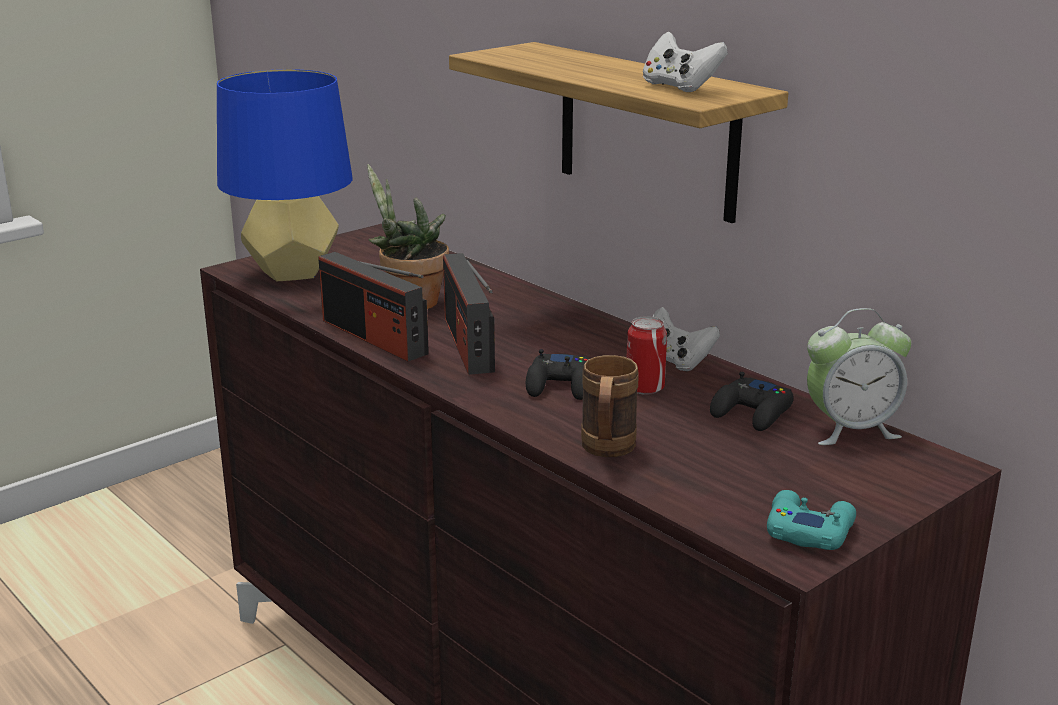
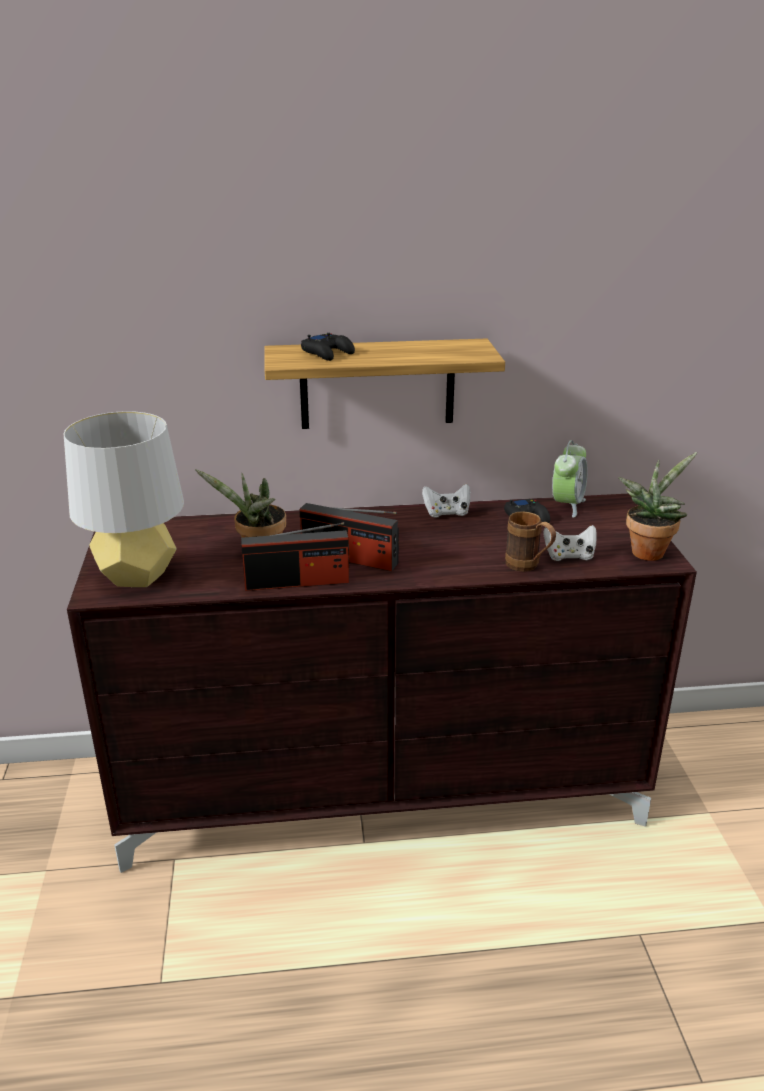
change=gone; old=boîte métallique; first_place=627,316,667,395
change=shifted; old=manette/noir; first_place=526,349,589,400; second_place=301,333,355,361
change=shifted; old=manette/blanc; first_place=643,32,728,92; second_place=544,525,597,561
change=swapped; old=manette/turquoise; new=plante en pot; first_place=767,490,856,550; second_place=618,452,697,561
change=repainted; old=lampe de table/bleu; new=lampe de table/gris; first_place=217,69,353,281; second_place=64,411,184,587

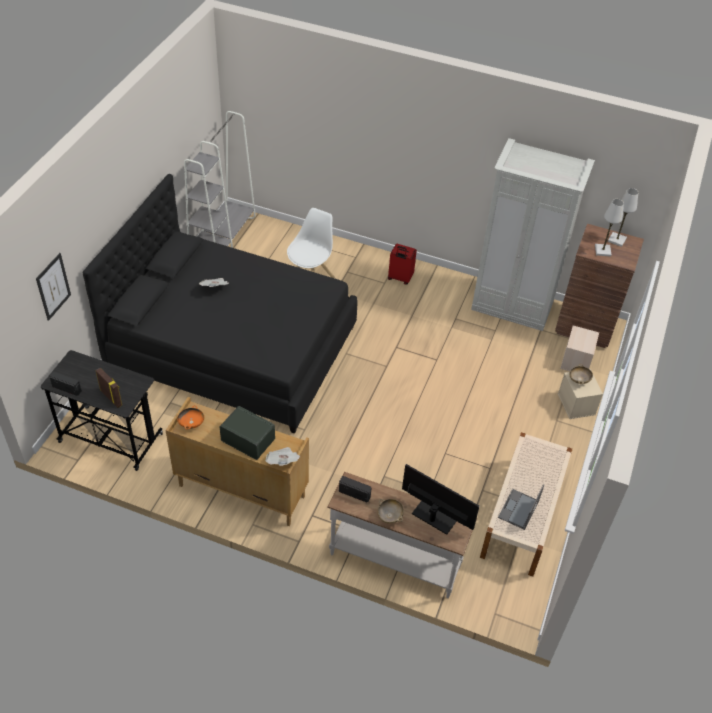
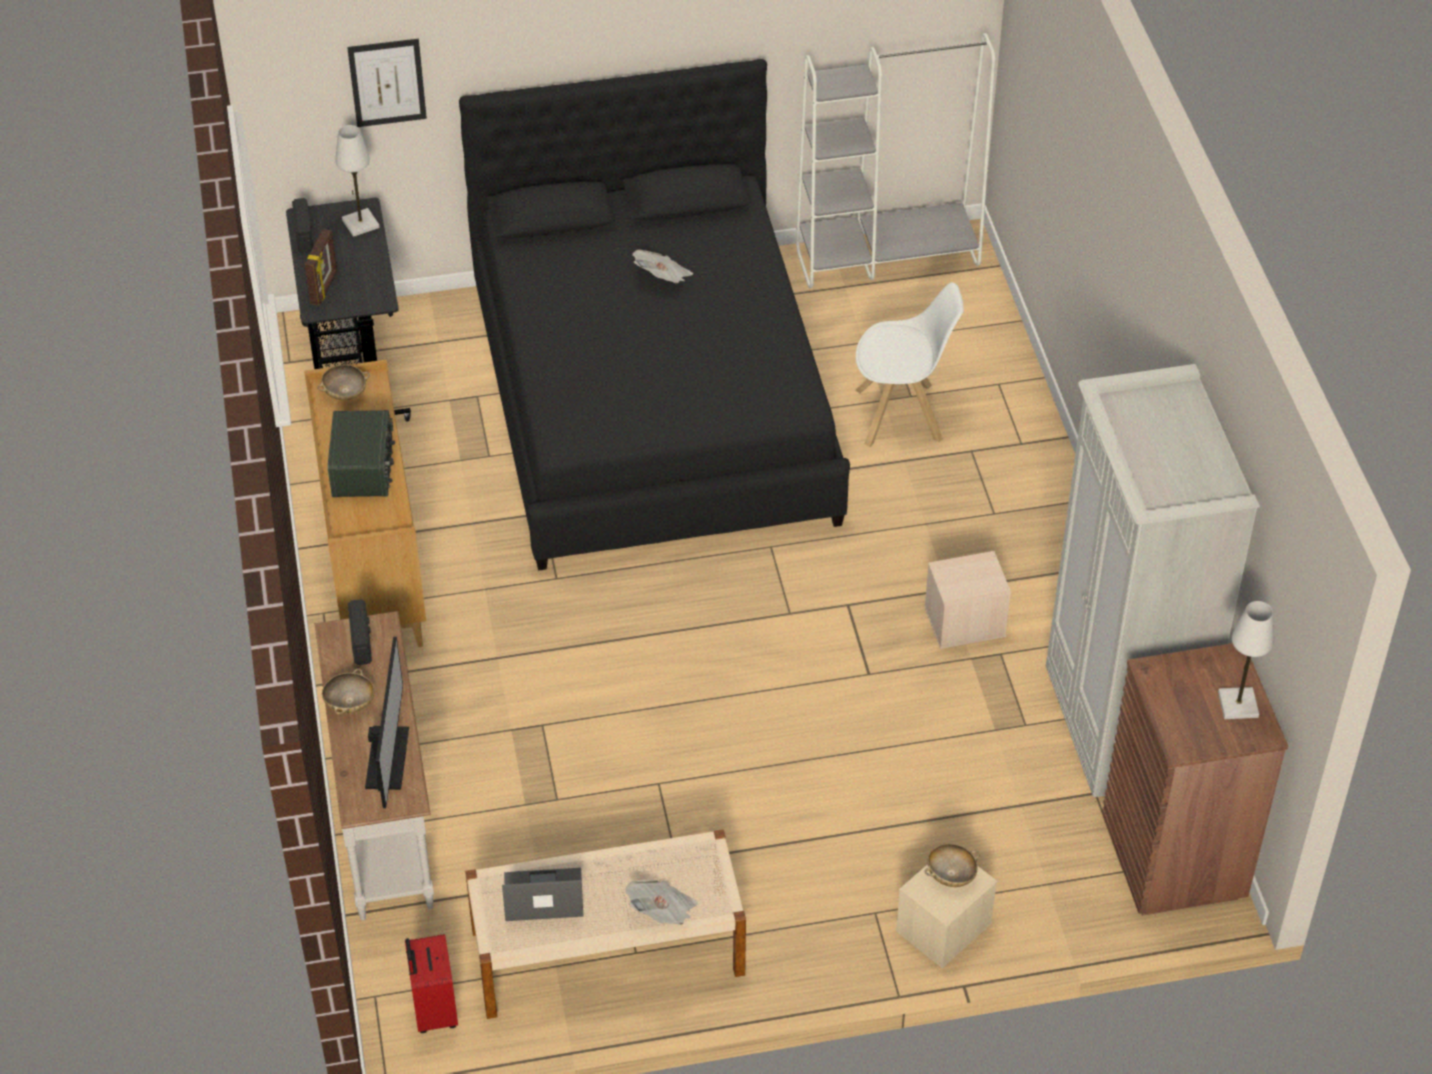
change=shifted; old=journal; first_place=265,447,300,466; second_place=625,880,698,925
change=shifted; old=valise/rouge; first_place=388,244,417,285; second_place=405,934,458,1033
change=shifted; old=boîte de rangement/beige; first_place=560,326,599,371; second_place=924,551,1011,649
change=shifted; old=lampe de table/blanc; first_place=595,199,624,257; second_place=336,125,380,237
change=repainted; old=bol/orange; new=bol/beige; first_place=177,405,204,429; second_place=317,365,370,401

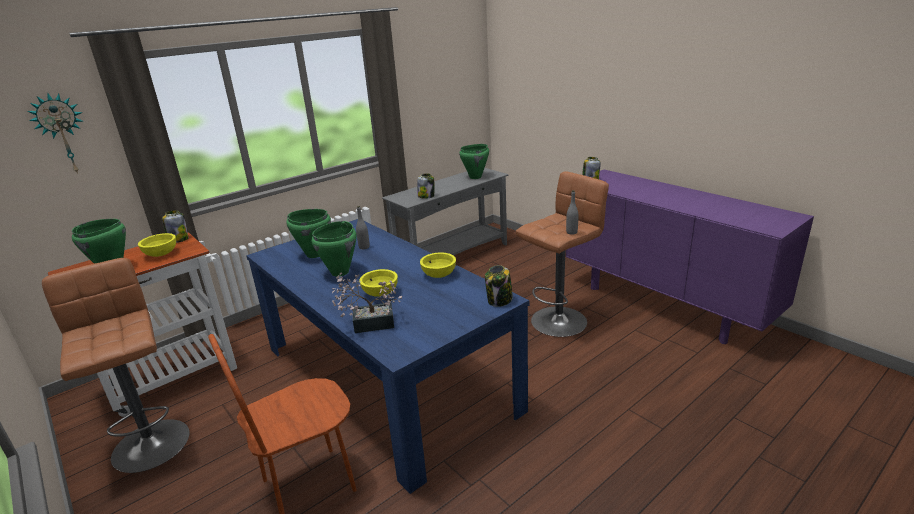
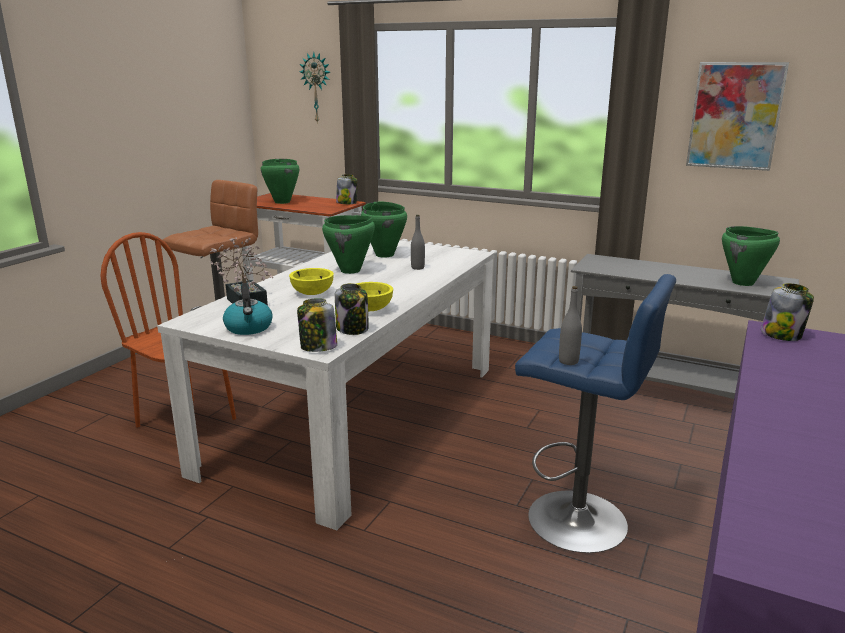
change=gone; old=bol/jaune; first_place=138,233,176,257
change=new; new=bouilloire; second_place=223,283,273,335
change=new; new=tableau; second_place=686,62,789,171
change=shifted; old=bocal; first_place=417,173,434,199; second_place=335,283,369,335
change=repainted; old=table à manger/bleu; new=table à manger/blanc; first_place=246,219,529,494; second_place=157,240,495,530
change=repainted; old=tabouret/marron; new=tabouret/bleu; first_place=516,171,609,337; second_place=515,274,676,553

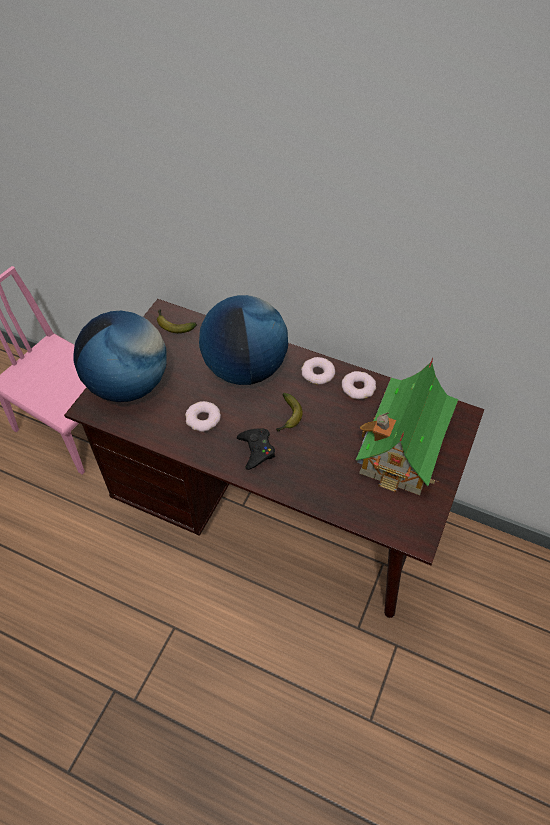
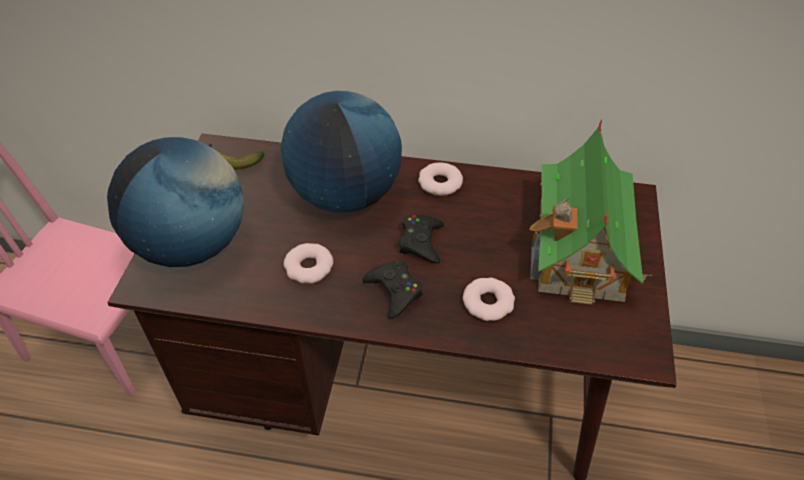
change=shifted; old=beignet; first_place=342,371,376,399; second_place=463,278,515,321
change=swapped; old=banane; new=manette/noir; first_place=276,393,303,432; second_place=399,215,444,264

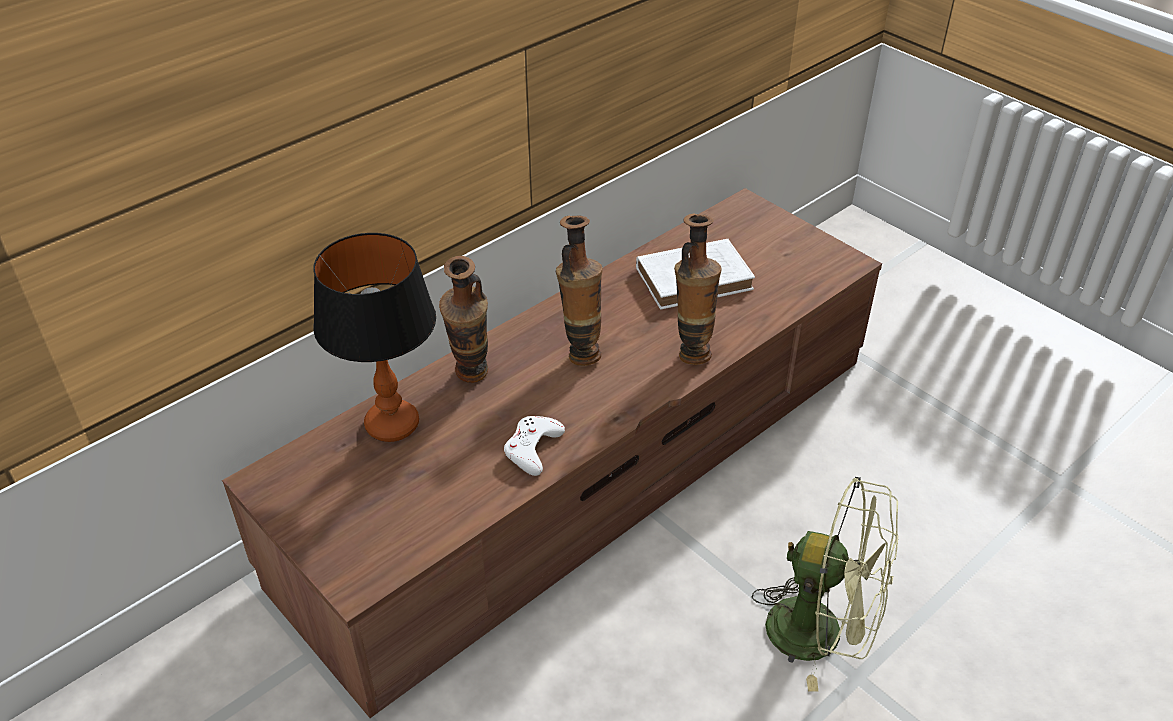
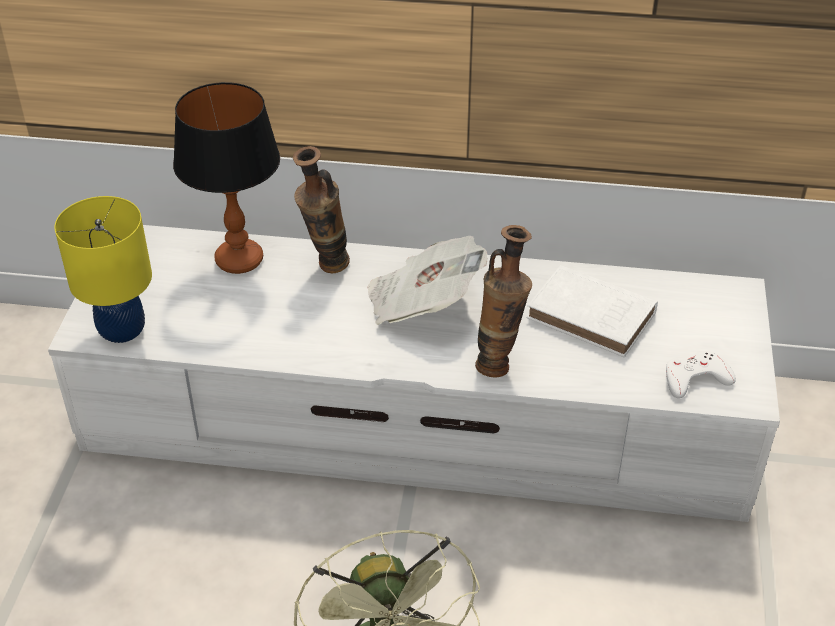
change=new; new=lampe de table/jaune; second_place=54,196,152,343
change=shifted; old=manette/blanc; first_place=504,416,565,476; second_place=666,351,736,398
change=swapped; old=vase; new=journal; first_place=556,216,603,366; second_place=367,236,488,325
change=repainted; old=meuble télé/marron; new=meuble télé/blanc; first_place=222,188,882,718; second_place=48,225,780,522

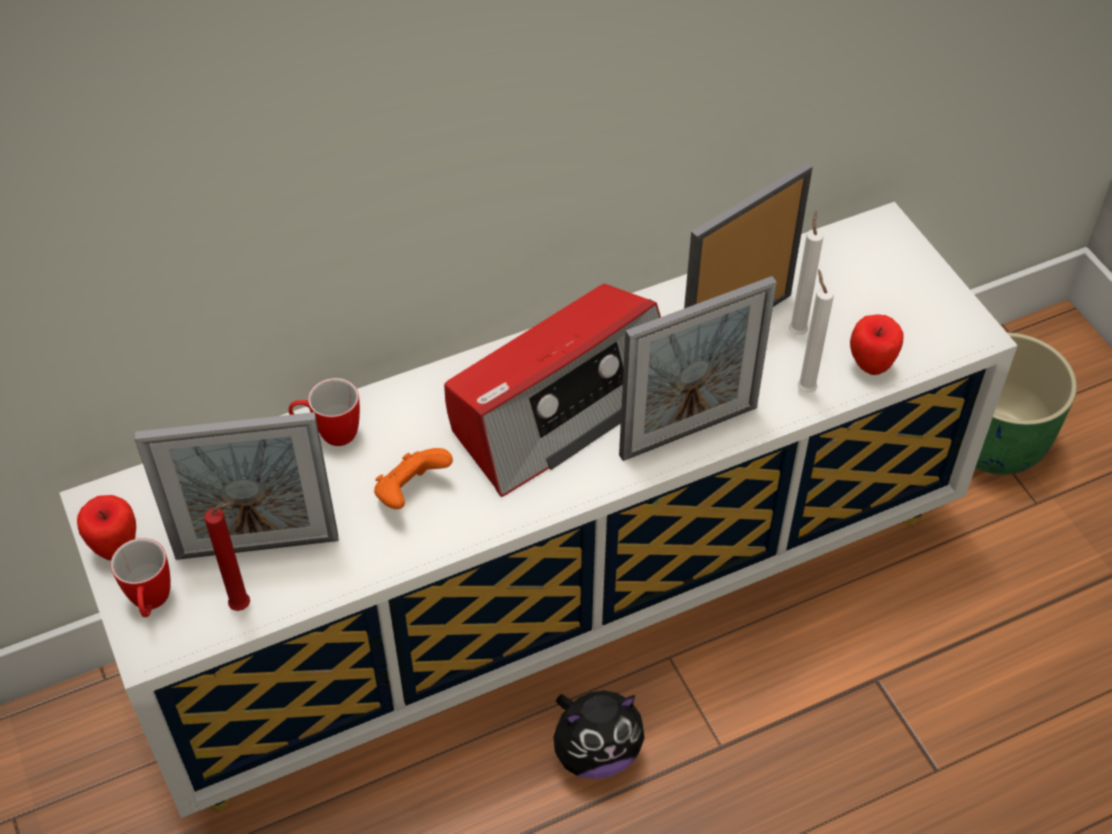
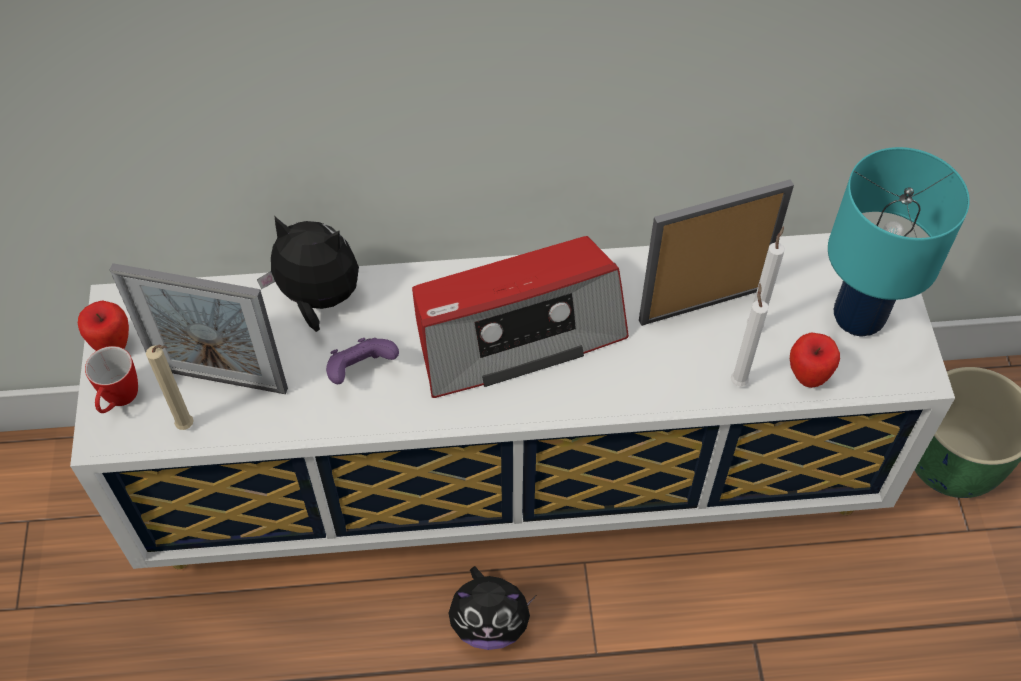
change=gone; old=cadre photo; first_place=619,276,777,461
change=new; new=lampe de table/turquoise; second_place=828,147,970,336
change=swapped; old=mug; new=peluche; first_place=289,378,360,446; second_place=257,216,359,332
change=repainted; old=bougie/rouge; new=bougie/beige; first_place=204,502,250,611; second_place=146,345,194,430
change=repainted; old=manette/orange; new=manette/violet; first_place=374,448,453,509; second_place=326,338,399,384

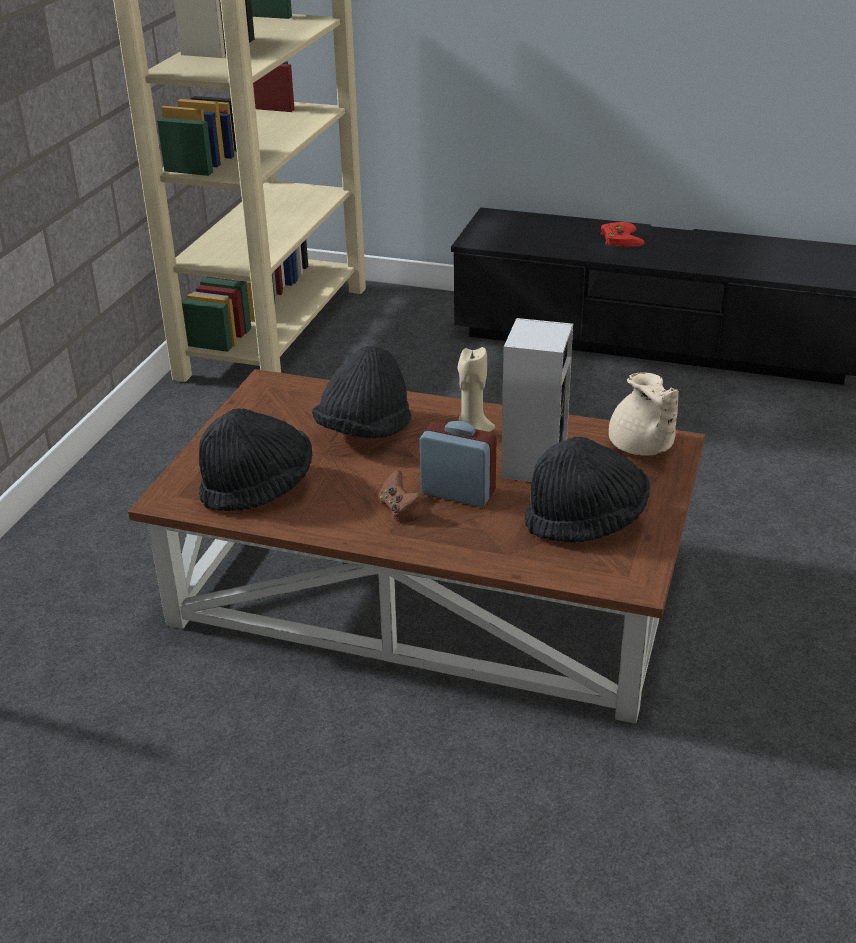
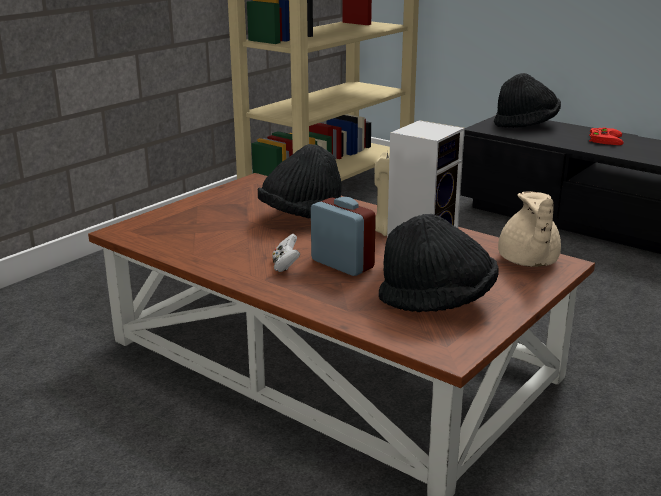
change=shifted; old=chapeau/noir; first_place=199,408,313,511; second_place=494,73,561,128
change=repainted; old=manette/marron; new=manette/blanc; first_place=379,470,423,519; second_place=272,234,300,272

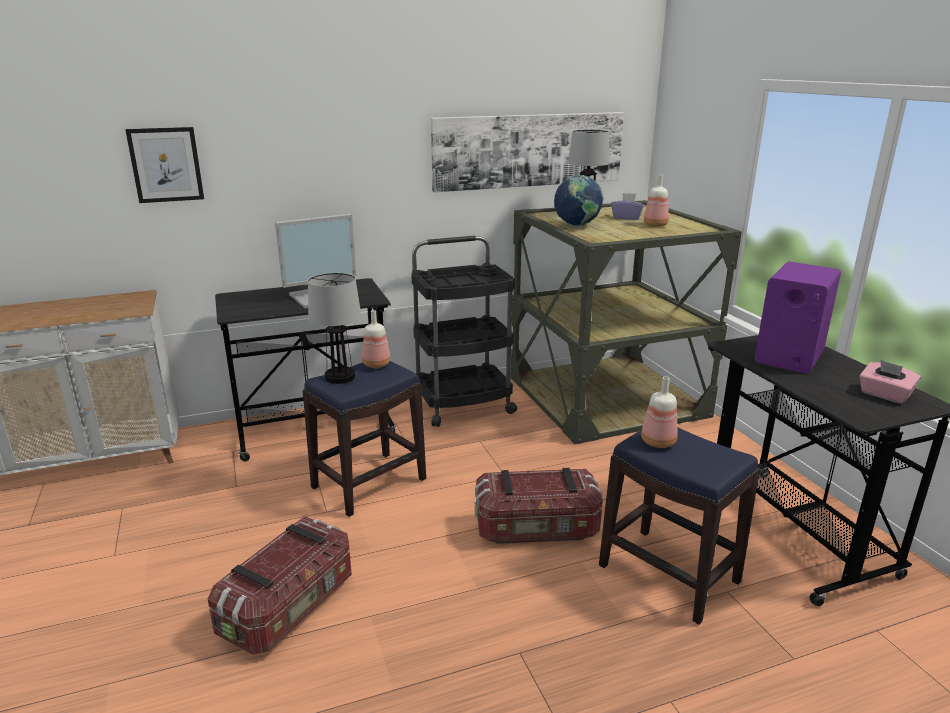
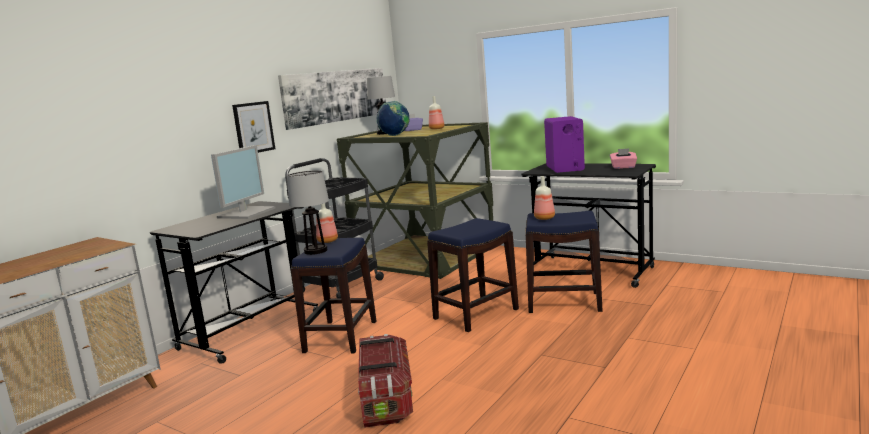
change=shifted; old=tableau; first_place=125,127,204,203; second_place=232,101,275,153
change=swapped; old=boîte de rangement; new=tabouret; first_place=475,468,603,544; second_place=427,218,519,332

